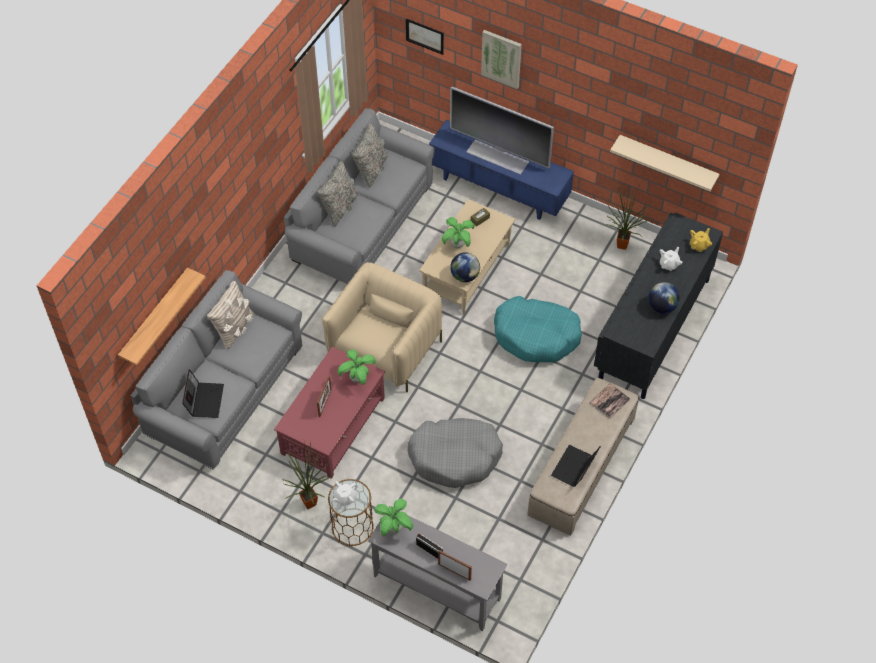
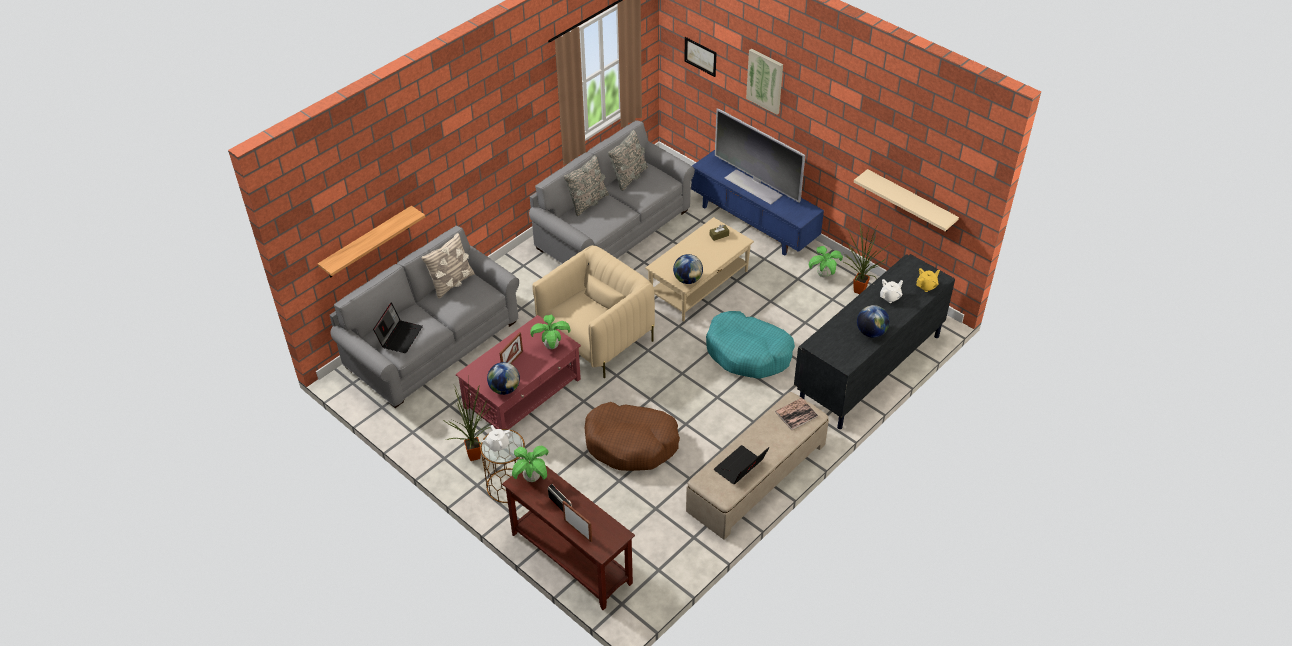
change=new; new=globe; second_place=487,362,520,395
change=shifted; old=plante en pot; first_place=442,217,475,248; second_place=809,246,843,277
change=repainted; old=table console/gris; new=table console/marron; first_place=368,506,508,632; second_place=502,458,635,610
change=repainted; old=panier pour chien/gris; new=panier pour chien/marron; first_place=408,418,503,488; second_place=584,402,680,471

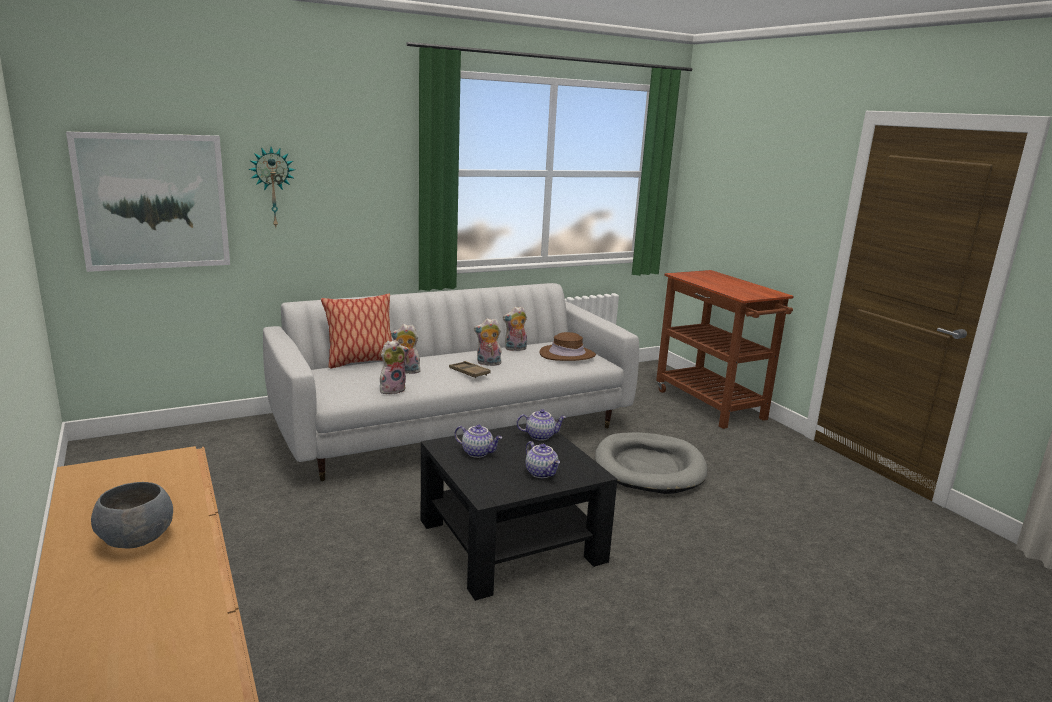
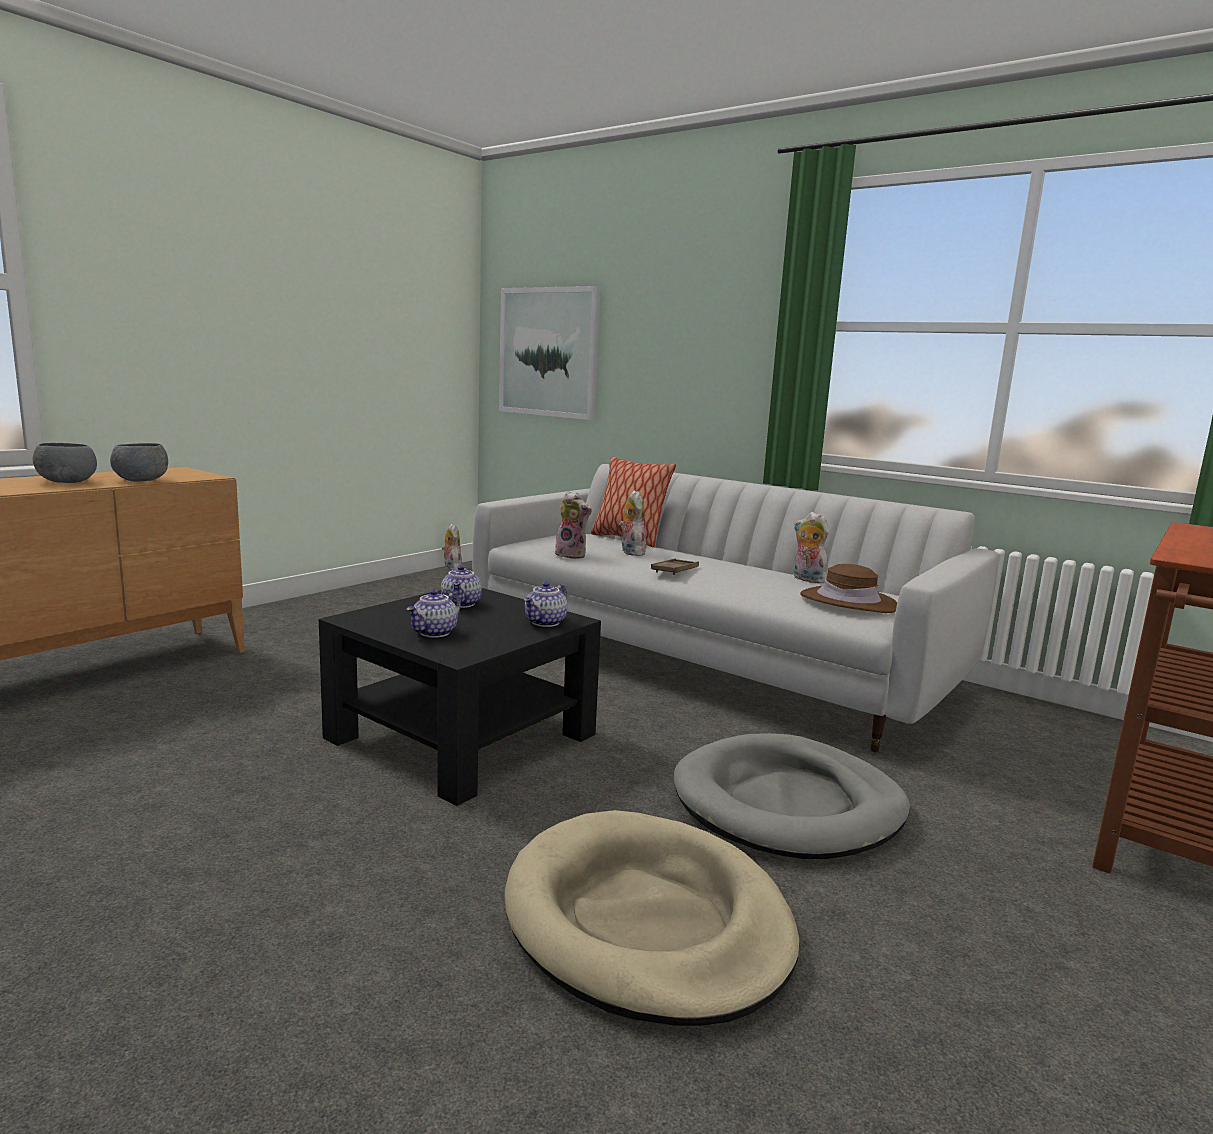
change=gone; old=horloge murale; first_place=248,147,295,227
change=new; new=bol/gris; second_place=110,443,168,482
change=new; new=panier pour chien/beige; second_place=505,810,799,1026
change=shifted; old=peluche; first_place=474,318,502,366; second_place=442,524,462,570
change=rotated; old=théière; first_place=516,409,566,441; second_place=524,582,567,627; degrees=60

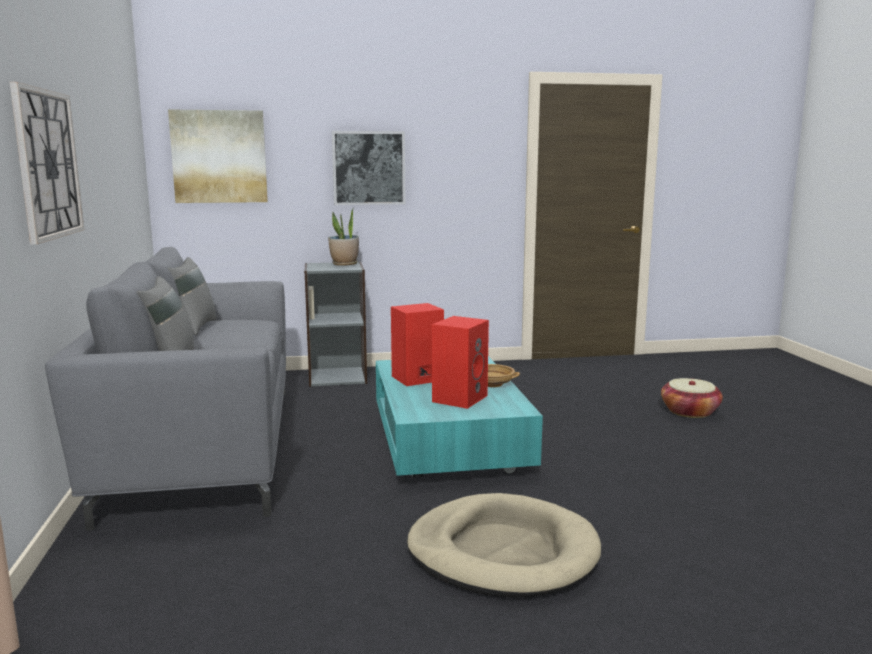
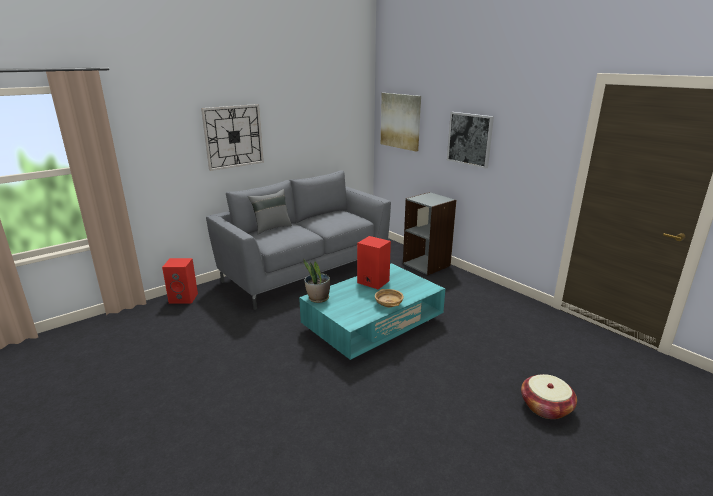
change=gone; old=coussin/gris; first_place=167,257,216,336
change=gone; old=panier pour chien/beige; first_place=407,493,601,598
change=shifted; old=plante en pot; first_place=328,209,359,266; second_place=303,259,330,303
change=shifted; old=enceinte/rouge; first_place=432,316,489,409; second_place=162,258,198,304

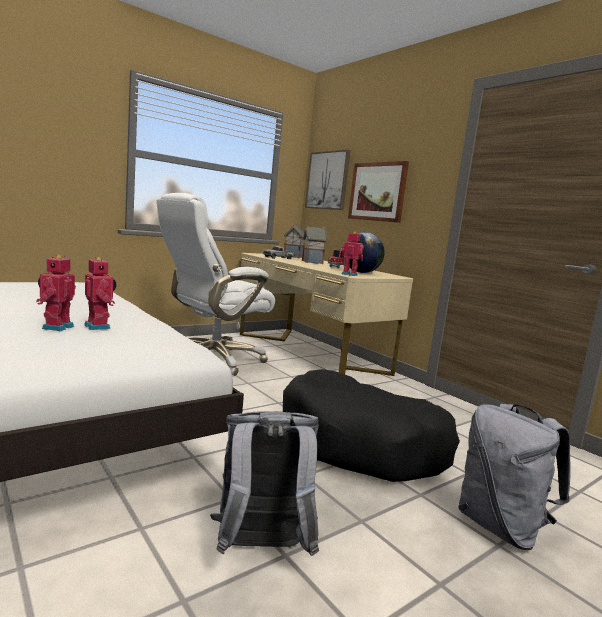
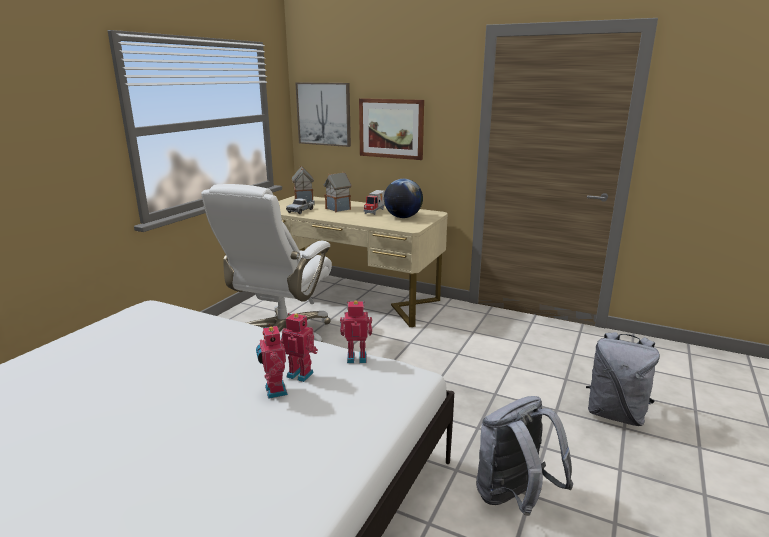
change=gone; old=panier pour chien/noir; first_place=283,369,460,482
change=shifted; old=robot jouet; first_place=341,231,364,276; second_place=340,301,372,363

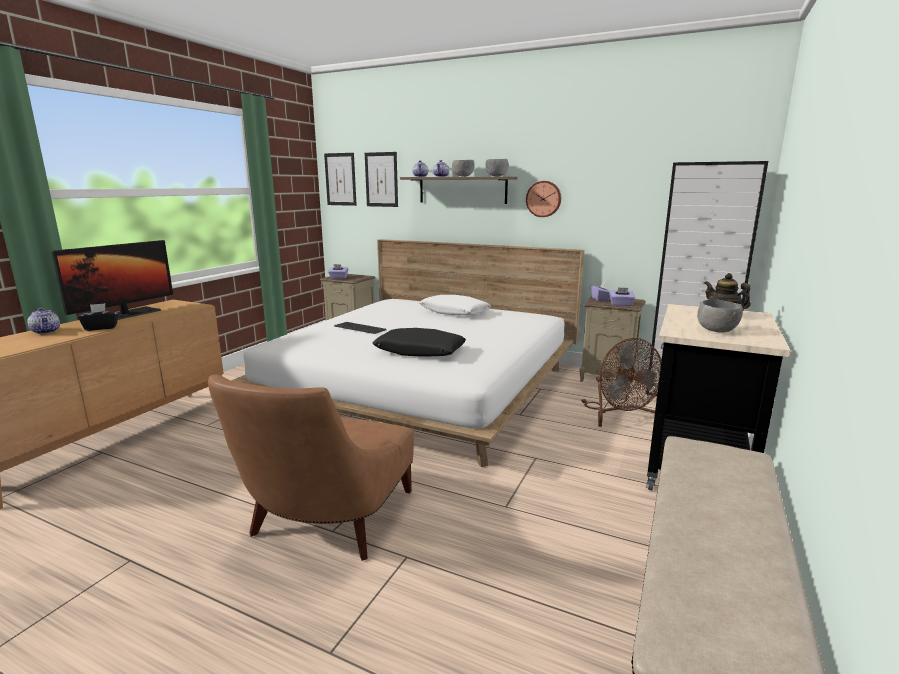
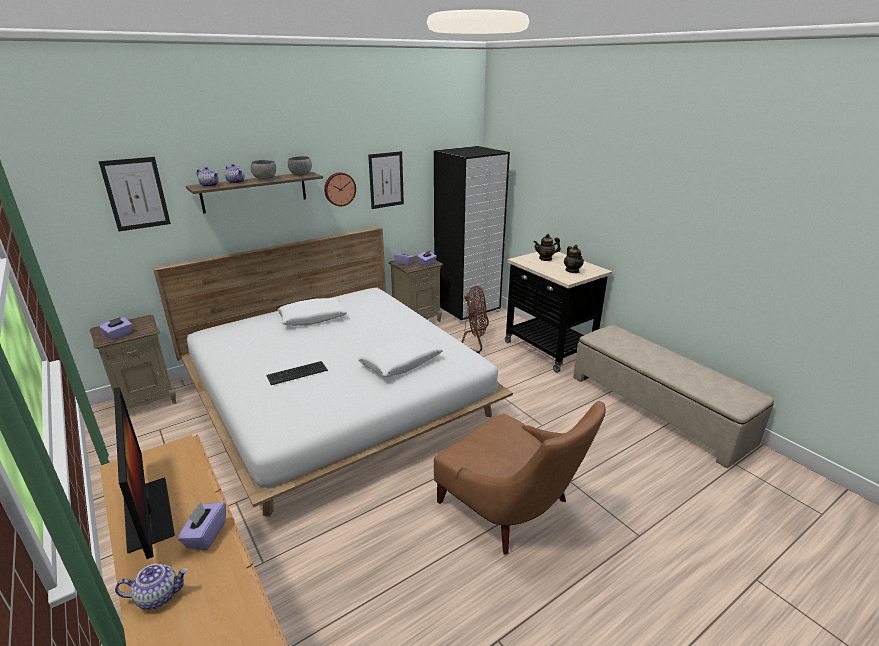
change=shifted; old=tableau; first_place=324,153,357,206; second_place=368,151,404,209
change=swapped; old=bol/gris; new=théière; first_place=697,299,743,333; second_place=564,245,584,273
change=repainted; old=boîte à mouchoirs/noir; new=boîte à mouchoirs/violet; first_place=78,303,119,331; second_place=177,502,226,550
change=repainted; old=coussin/noir; new=coussin/blanc; first_place=373,328,466,357; second_place=358,335,443,377

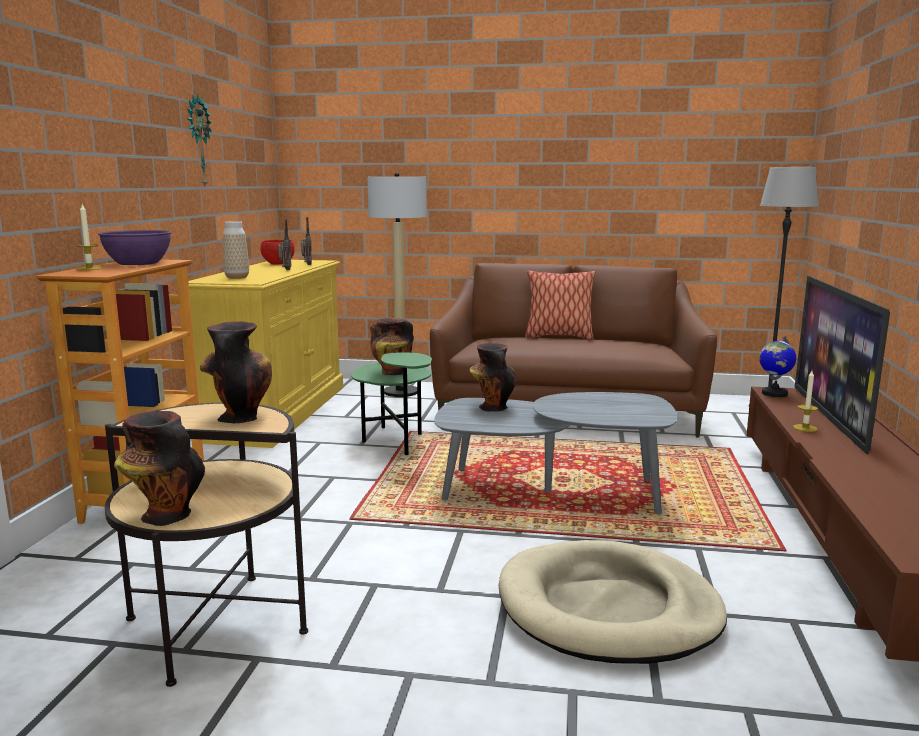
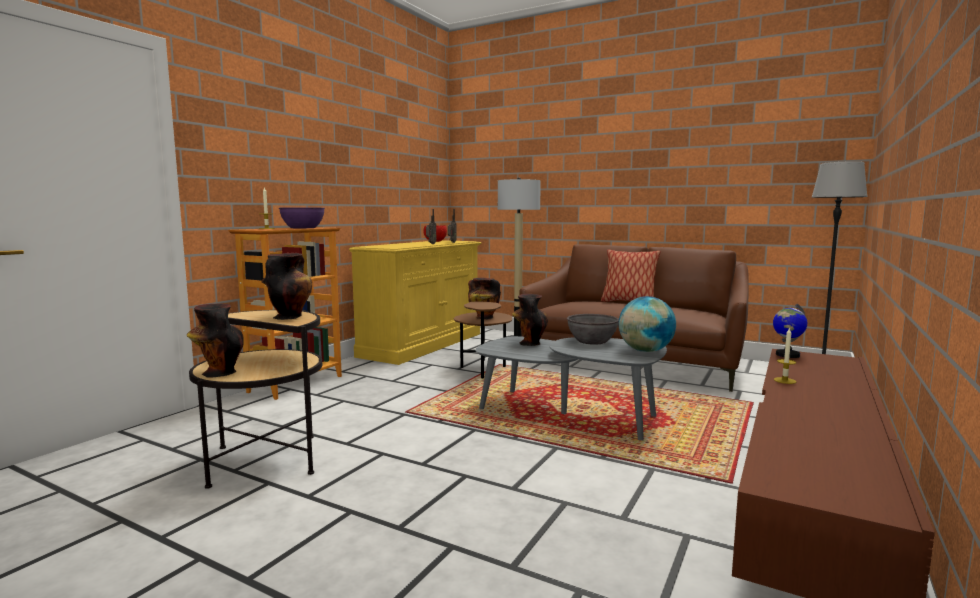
change=gone; old=horloge murale; first_place=187,95,212,186
change=gone; old=vase; first_place=223,221,249,279
change=gone; old=panier pour chien/beige; first_place=499,540,727,664
change=gone; old=téléviseur; first_place=794,276,890,454
change=new; new=bol/gris; second_place=567,314,619,345
change=new; new=globe; second_place=618,296,676,352
change=repainted; old=table d'appoint/vert; new=table d'appoint/marron; first_place=351,353,432,455; second_place=454,301,512,378

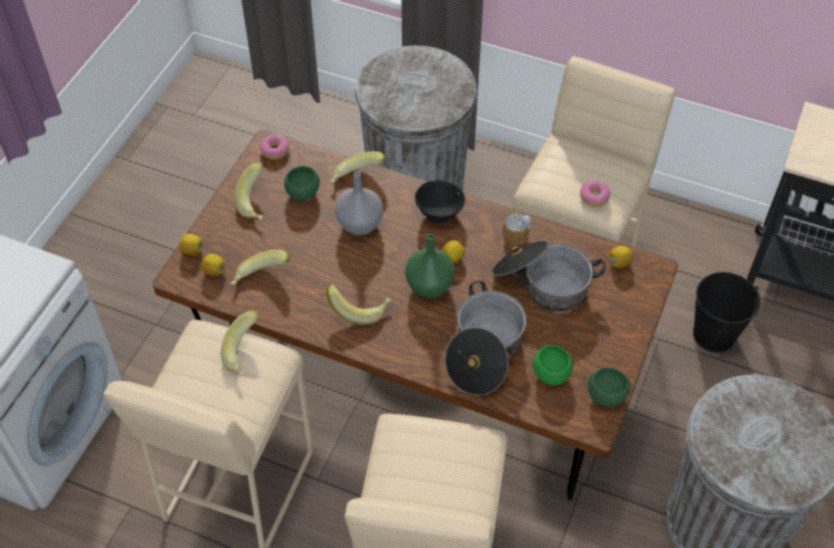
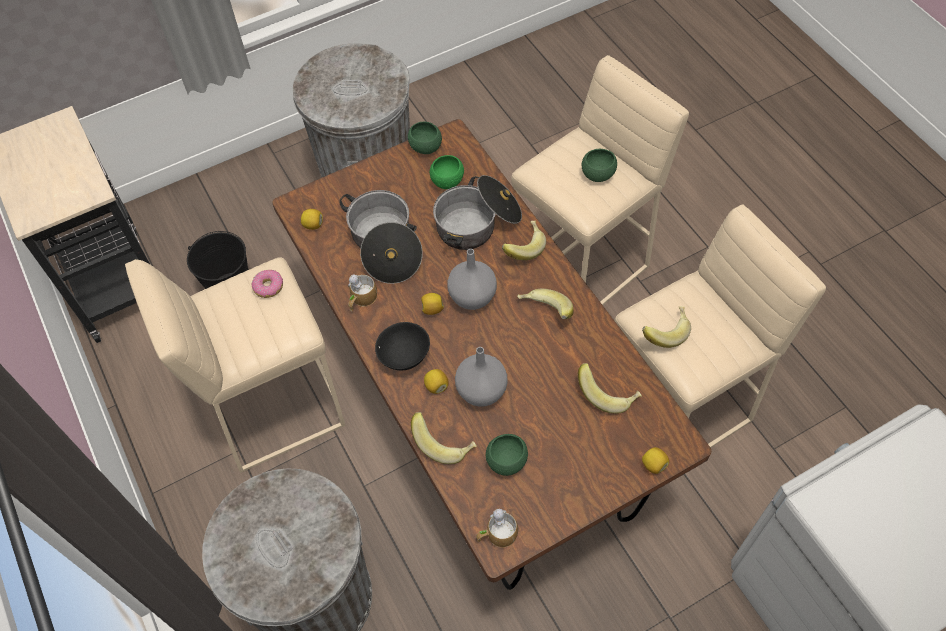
change=new; new=bol/vert; second_place=582,149,617,182
change=shifted; old=citron; first_place=201,254,225,276; second_place=424,369,449,394
change=shifted; old=banane; first_place=235,163,263,220; second_place=502,221,546,260
change=swapped; old=beignet; new=mug; first_place=260,134,289,160; second_place=476,508,518,548
change=repainted; old=vase/vert; new=vase/gris; first_place=405,234,455,298; second_place=447,249,497,310

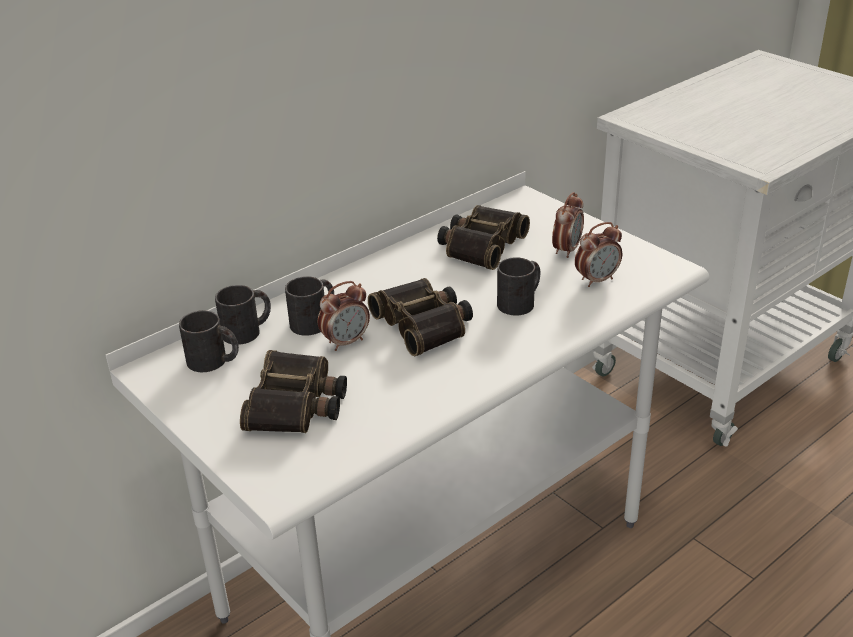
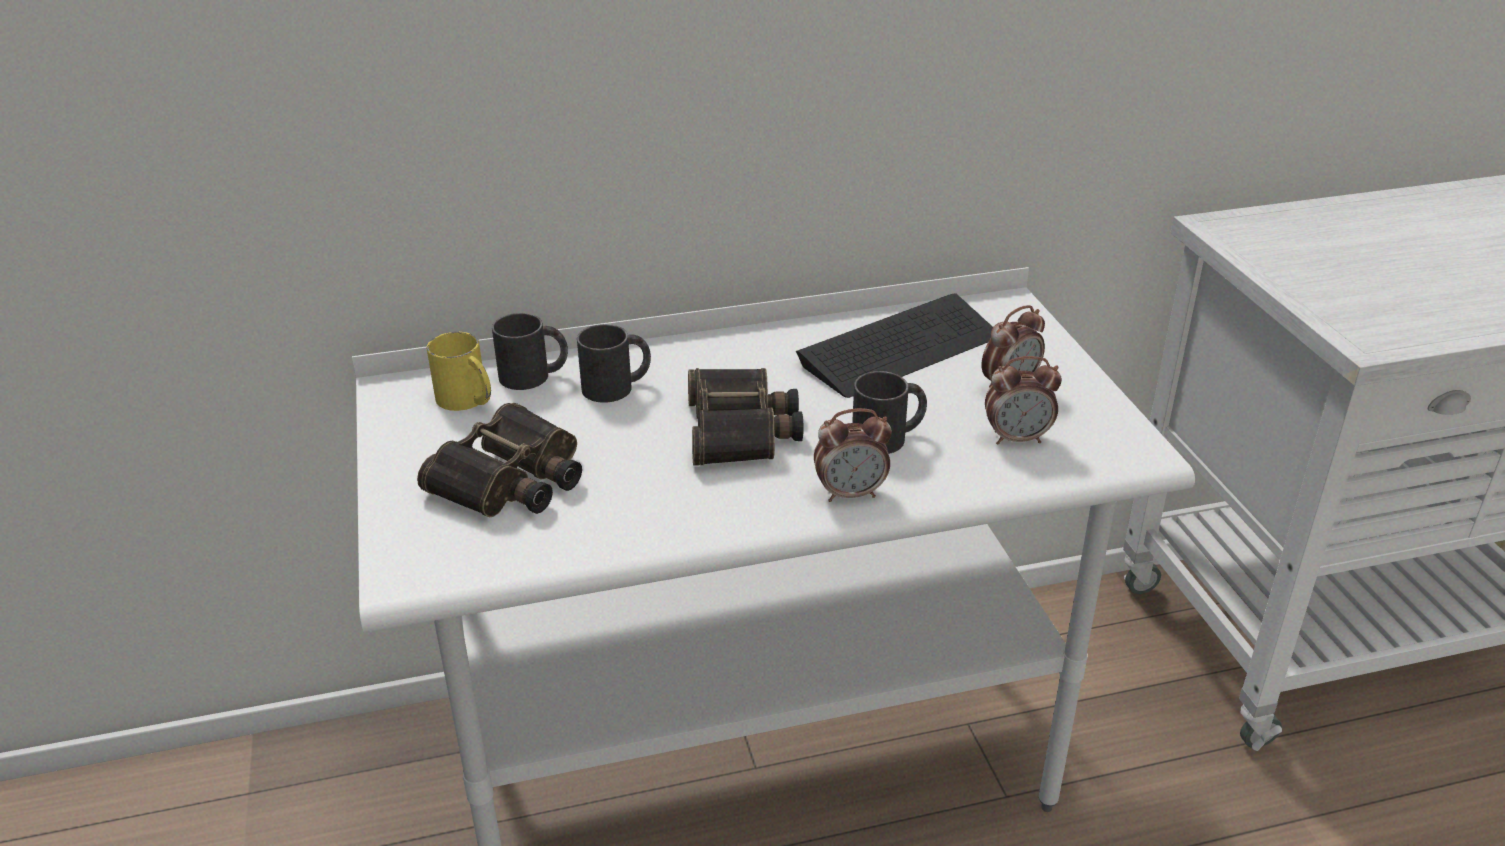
change=shifted; old=réveil; first_place=318,281,370,351; second_place=814,408,892,502
change=swapped; old=jumelles; new=clavier; first_place=437,205,530,270; second_place=796,293,993,398
change=repainted; old=mug/noir; new=mug/jaune; first_place=179,310,239,372; second_place=427,332,491,411

